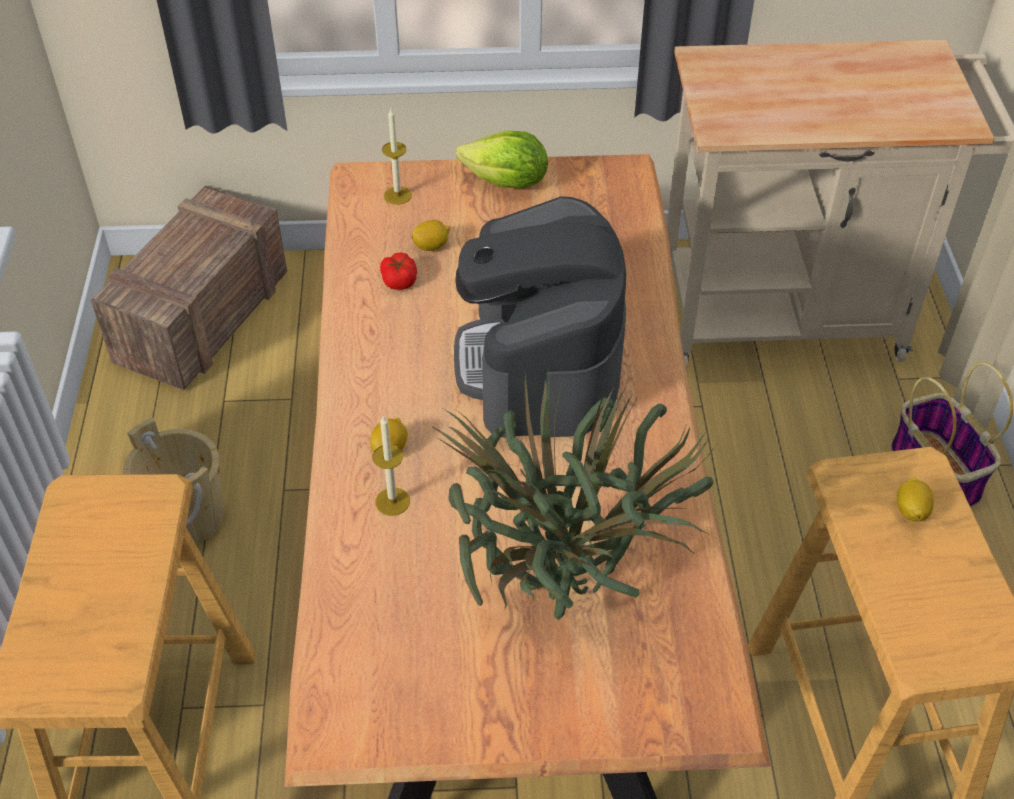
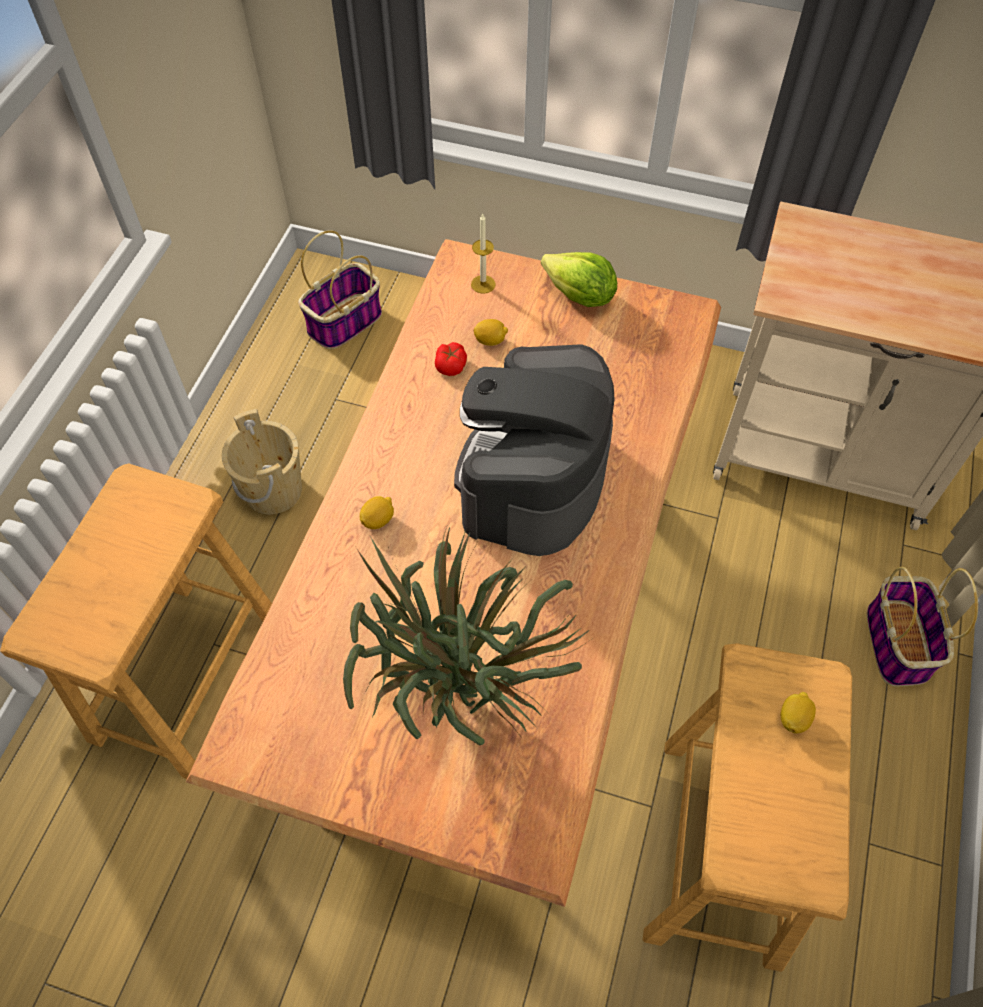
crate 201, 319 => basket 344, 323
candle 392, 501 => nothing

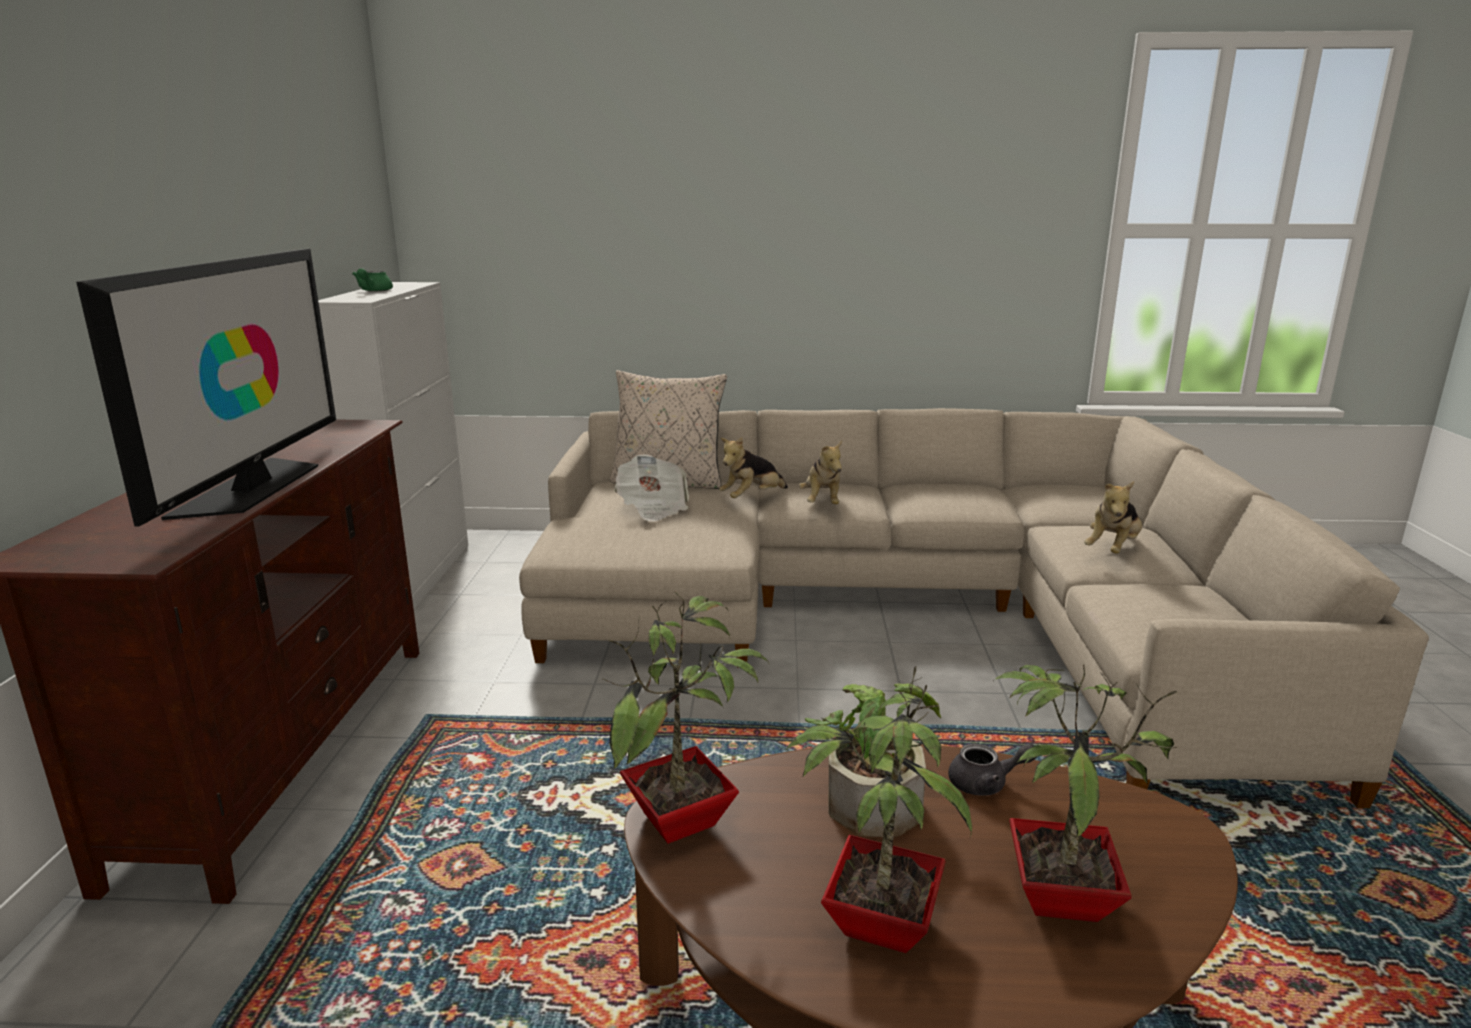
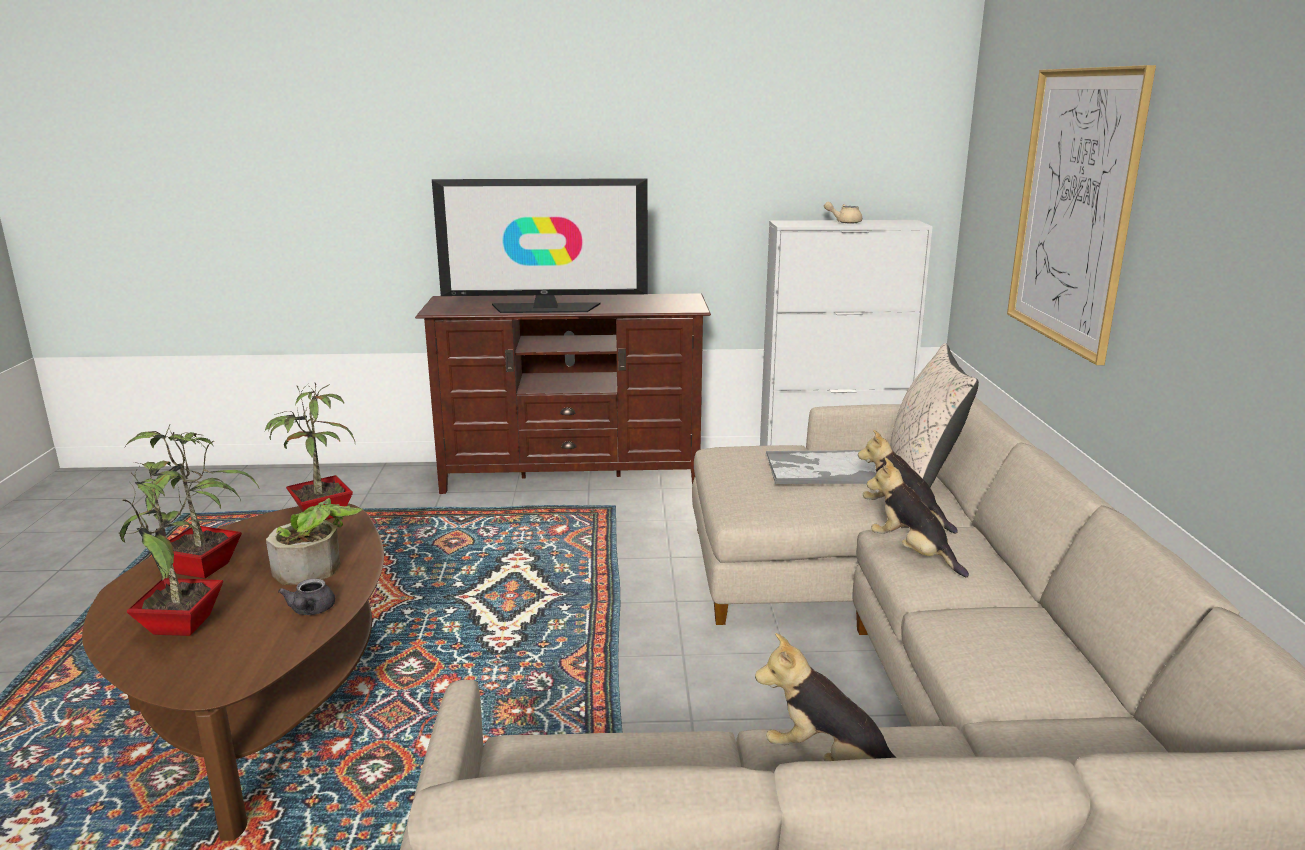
green teapot 374, 291 => beige teapot 844, 222
plush toy 822, 502 => plush toy 912, 553, 60 degrees clockwise
newspaper 653, 508 => tray 824, 469
nothing => picture 1073, 208

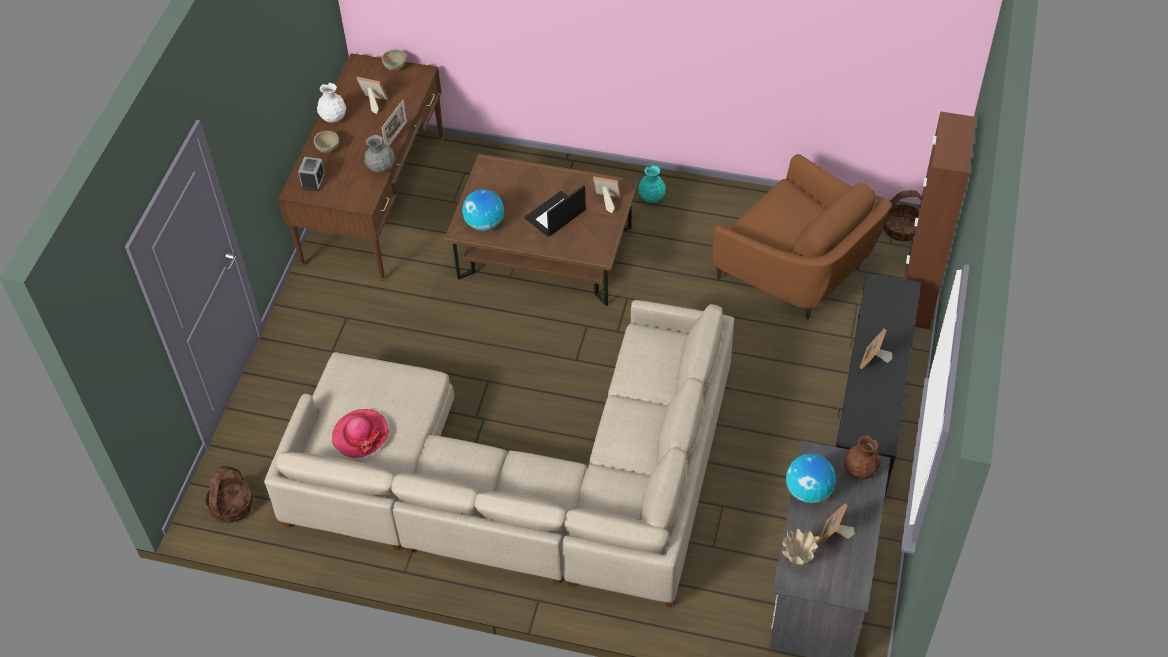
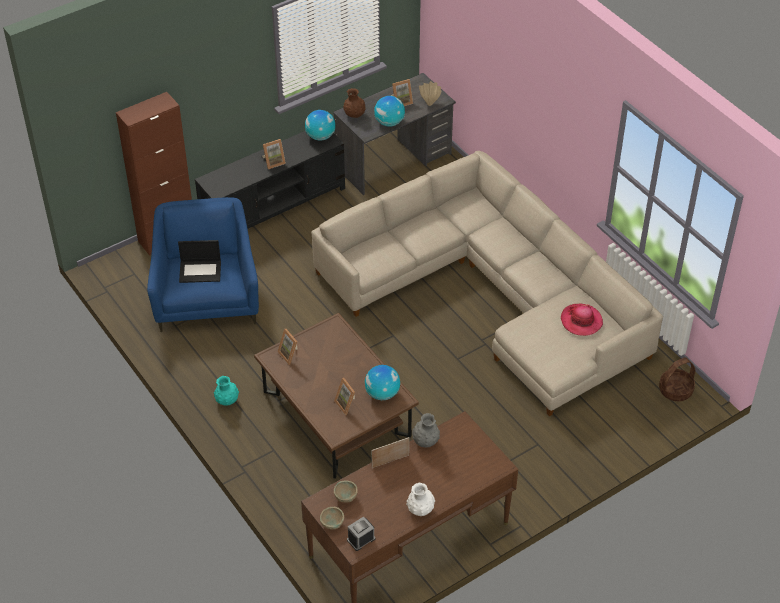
picture frame 373, 103 => picture frame 347, 404, shifted
beige bowl 327, 149 => beige bowl 346, 497, shifted
brown armchair 797, 271 => blue armchair 207, 295
alarm clock 313, 181 => alarm clock 361, 539, shifted
laptop 555, 215 => laptop 200, 271, shifted
basket 901, 229 => nothing
nothing => globe 320, 136

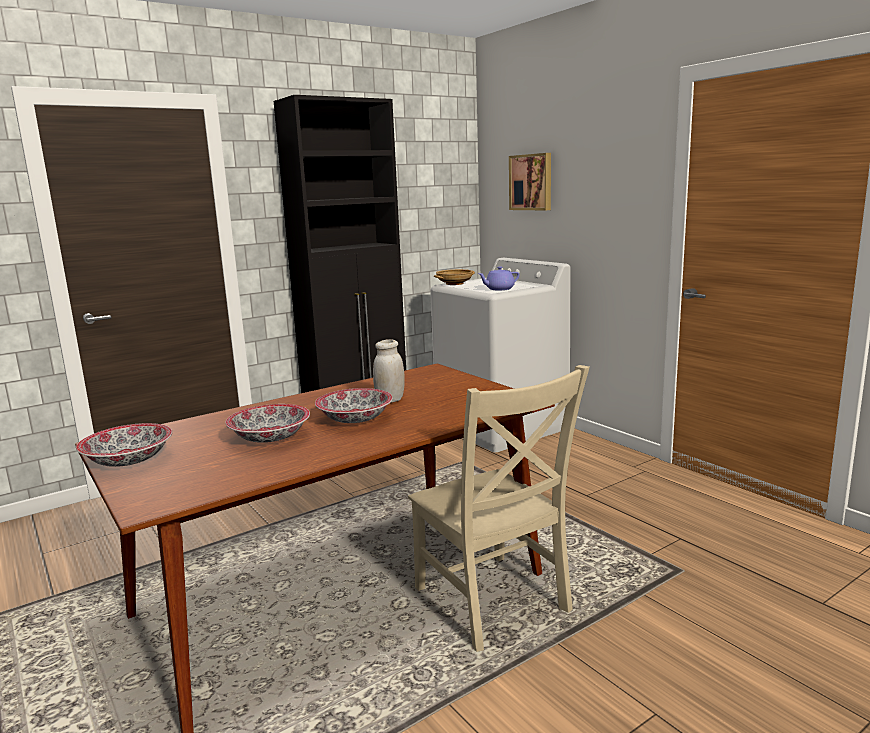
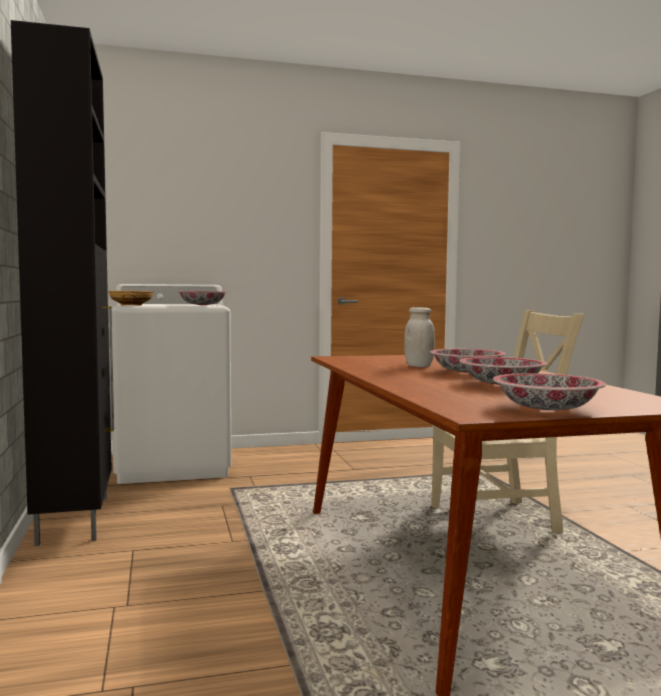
picture 531, 182 => nothing
purple teapot 499, 289 => bowl 203, 305

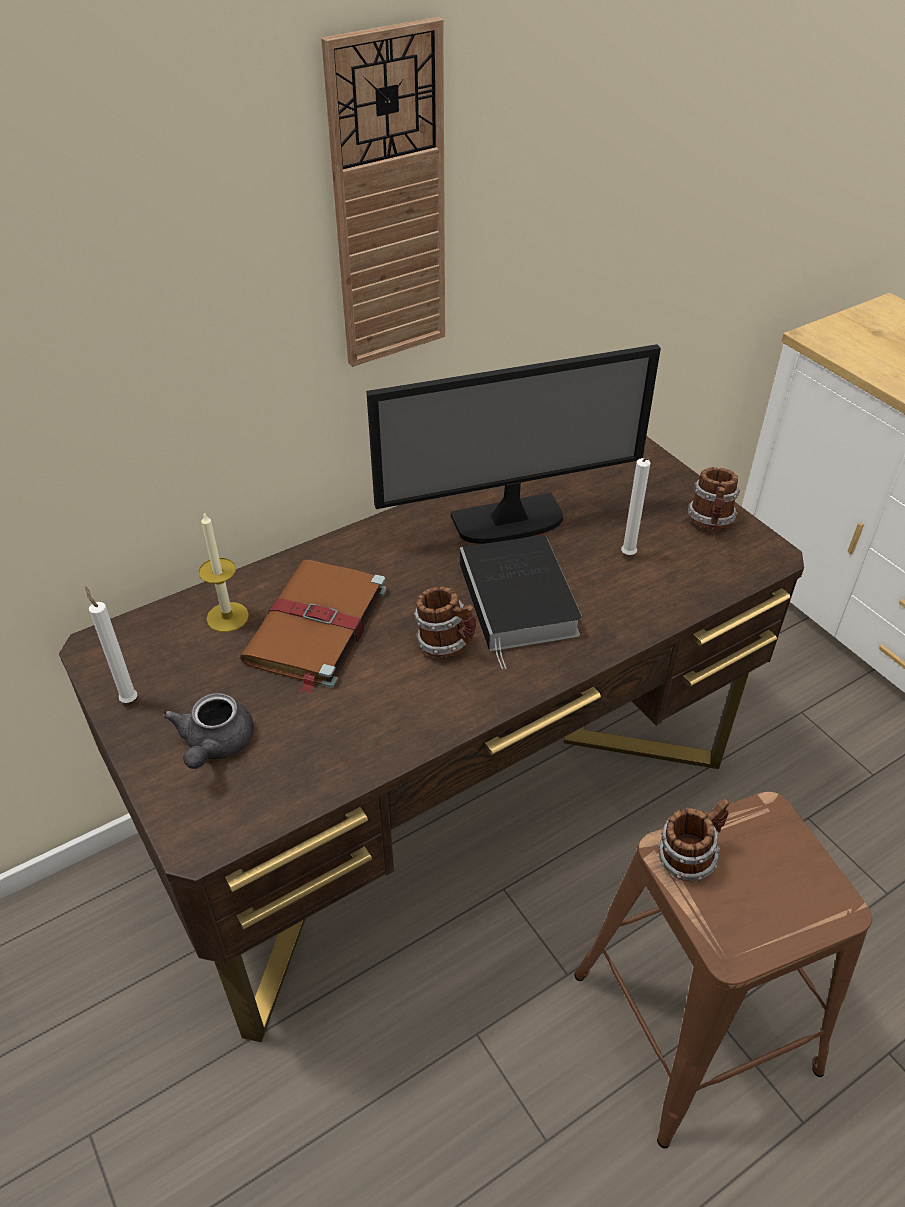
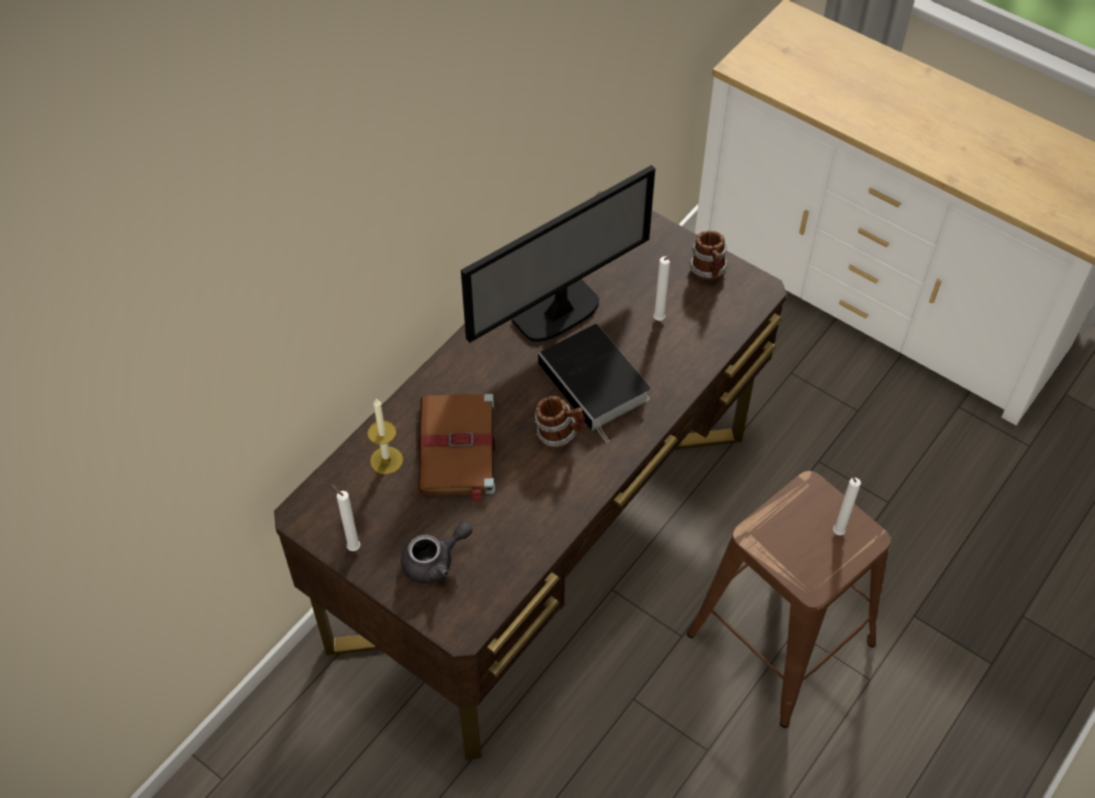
wall clock 388, 205 => nothing
grey teapot 215, 745 => grey teapot 435, 561, 105 degrees counterclockwise
mug 688, 857 => nothing
nothing => white candle 836, 531

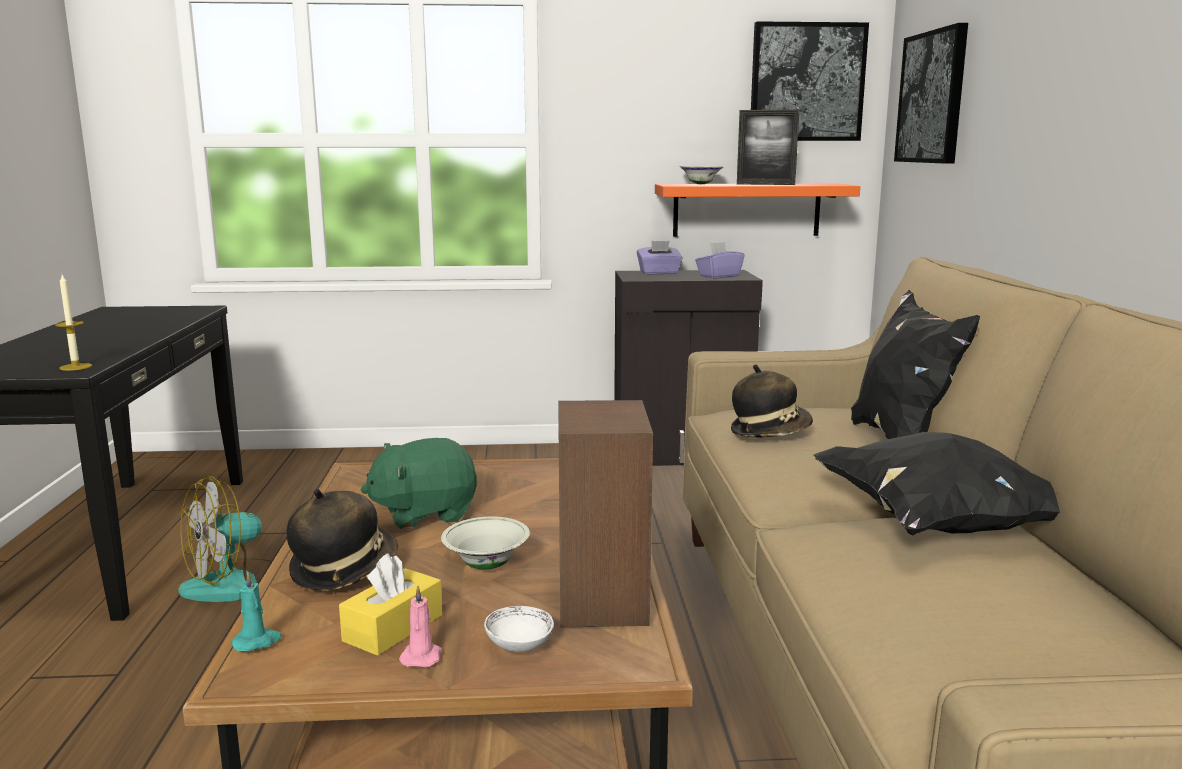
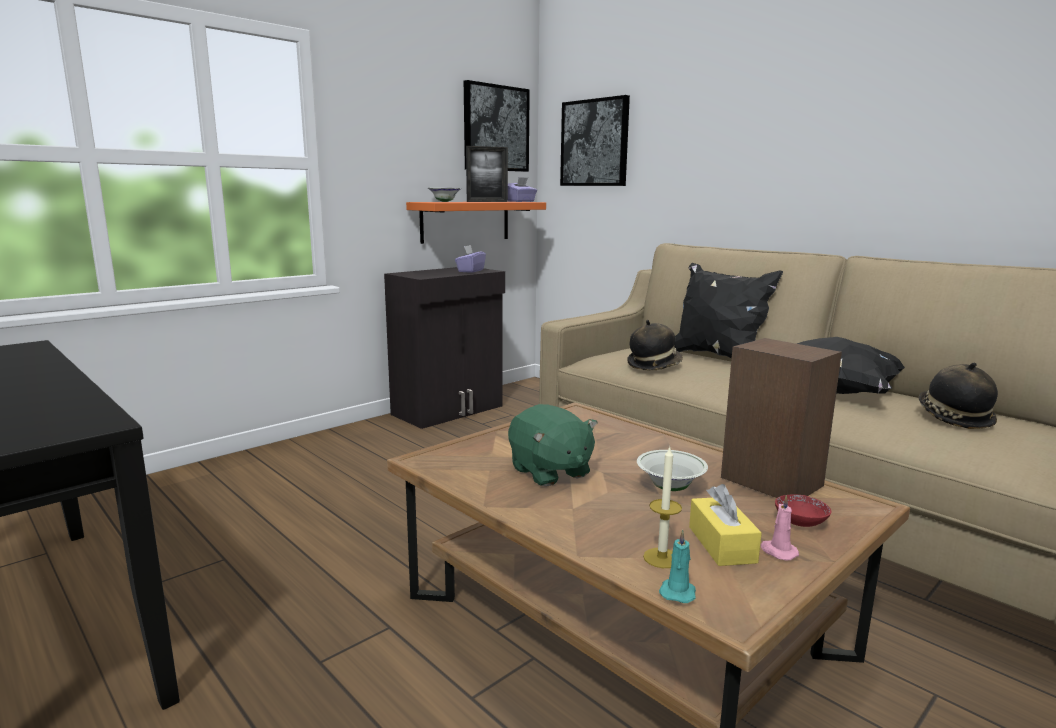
purple tissue box 659, 273 => purple tissue box 521, 201, shifted
candle 75, 367 => candle 662, 558, shifted
green plush toy 424, 513 => green plush toy 549, 472, 60 degrees counterclockwise
fan 238, 584 => nothing
hat 344, 569 => hat 953, 418, shifted
white bowl 519, 645 => red bowl 800, 522

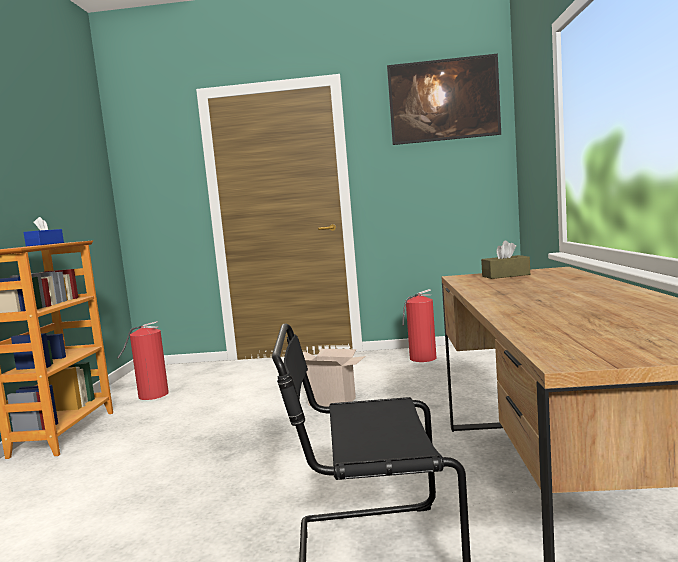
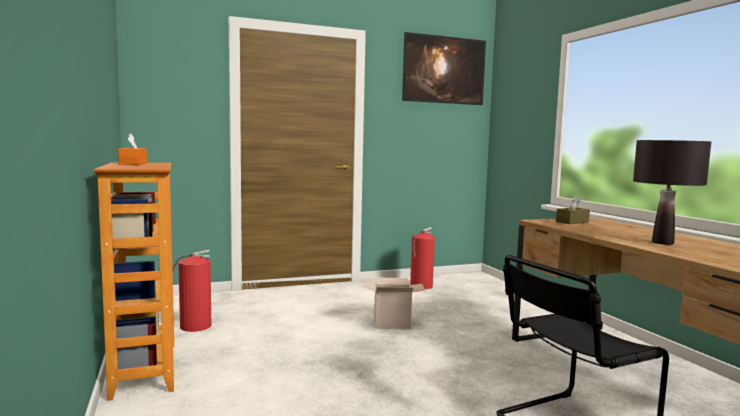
blue tissue box 45, 244 => orange tissue box 133, 163
nothing => black table lamp 662, 242

